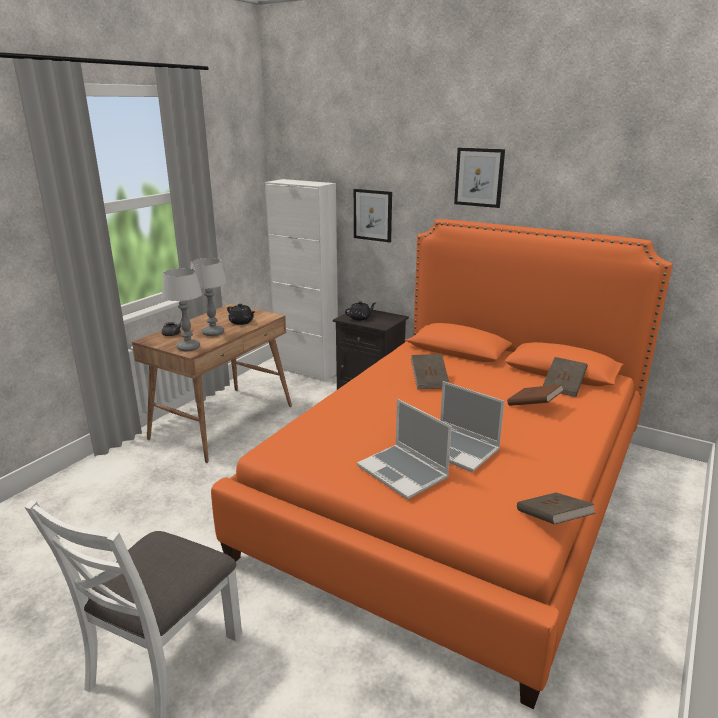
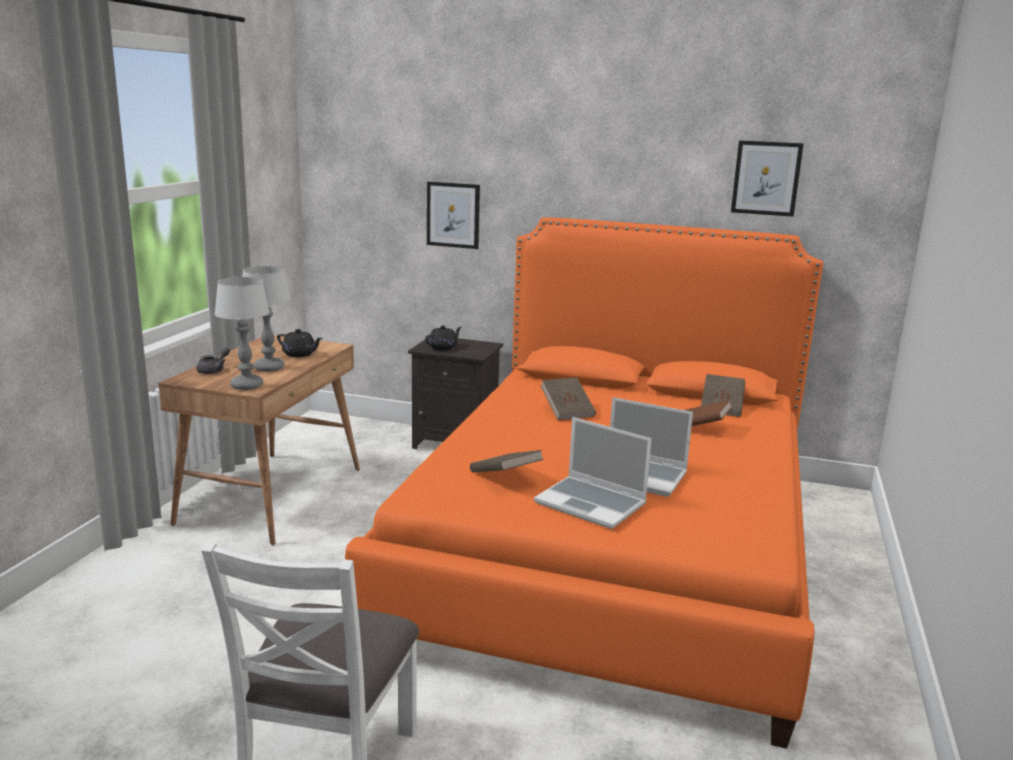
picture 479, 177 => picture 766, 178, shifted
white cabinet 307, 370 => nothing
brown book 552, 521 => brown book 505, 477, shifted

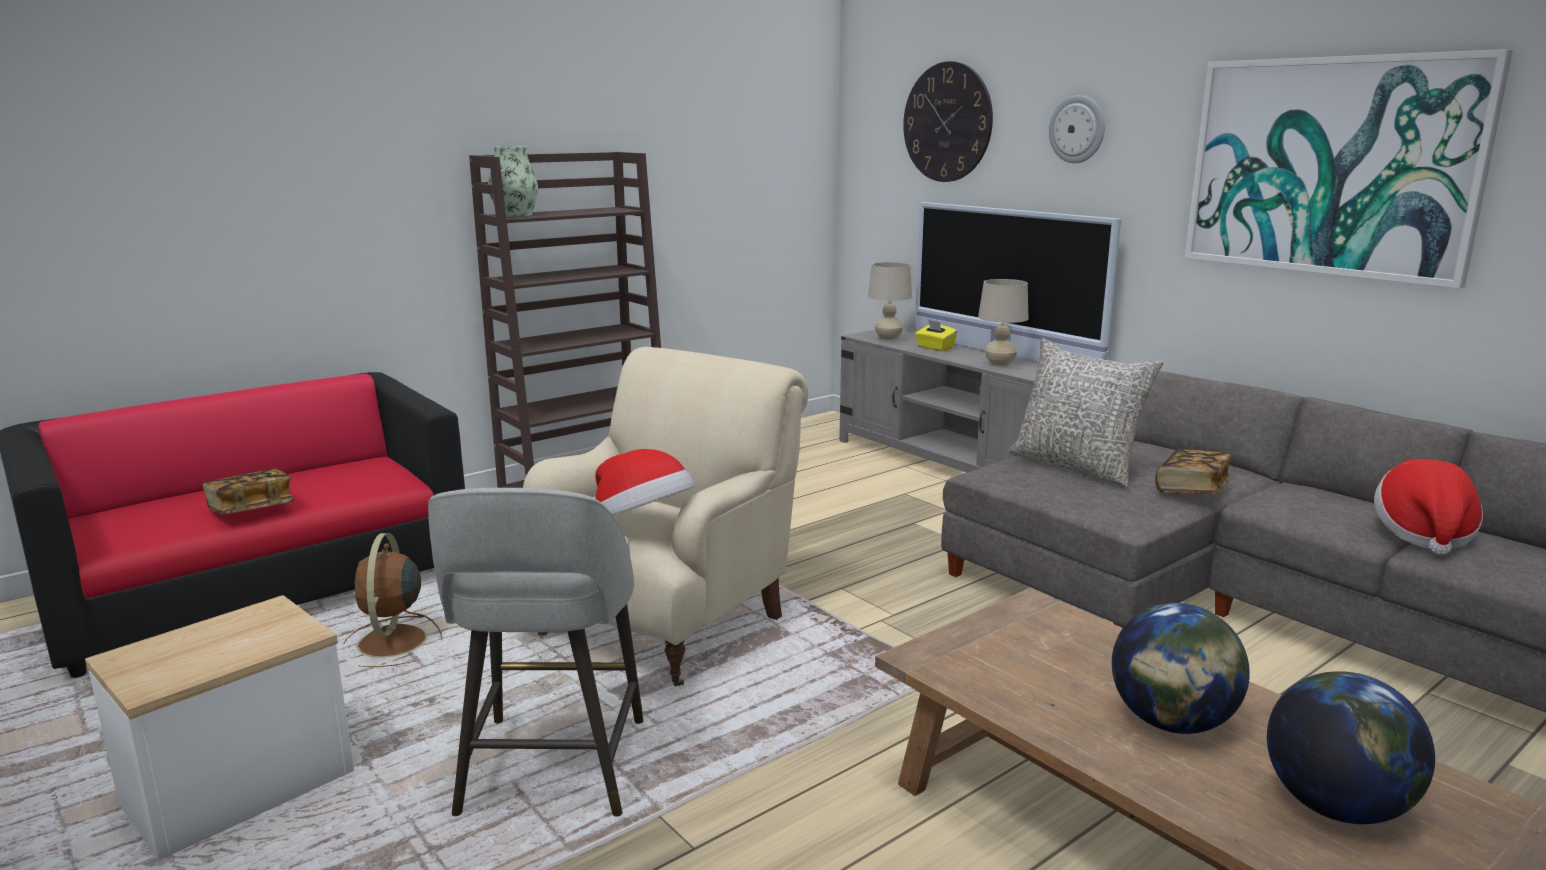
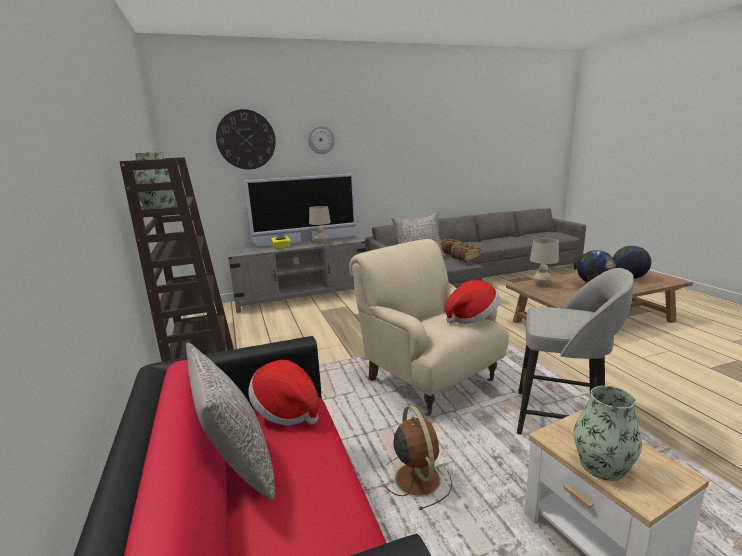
picture 1331, 166 => nothing
beige table lamp 888, 338 => beige table lamp 542, 285, shifted
hat 1422, 534 => hat 286, 411, shifted
book 251, 509 => book 466, 259, shifted
brown fan 391, 644 => brown fan 416, 478, 120 degrees counterclockwise
nothing => grey pillow 236, 463
nothing => vase 602, 465

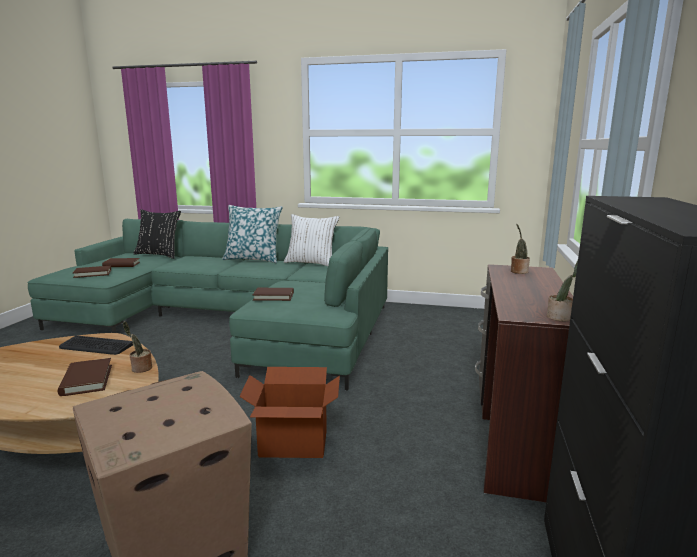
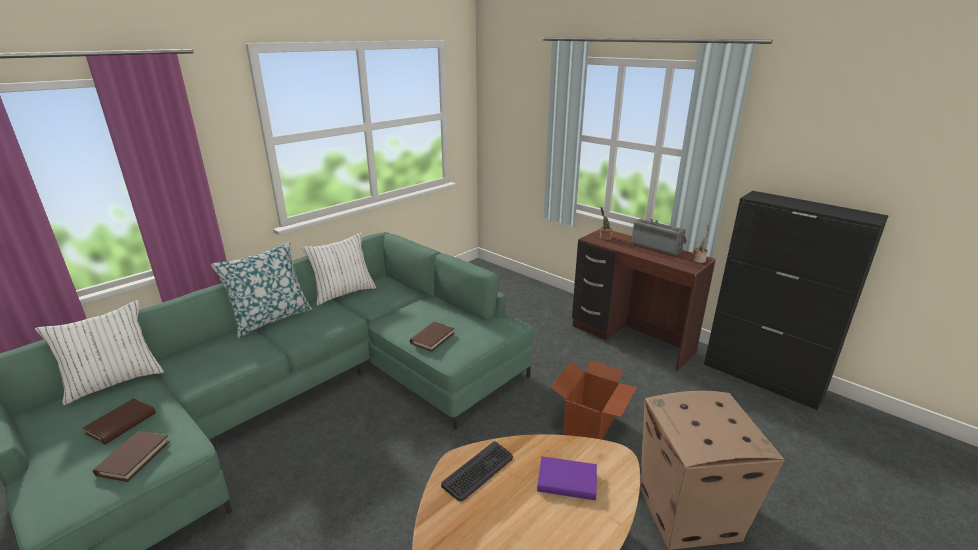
black pillow 159, 255 => white pillow 114, 382
potted plant 140, 369 => nothing
brown book 86, 380 => purple book 567, 481
nothing => radio 657, 247

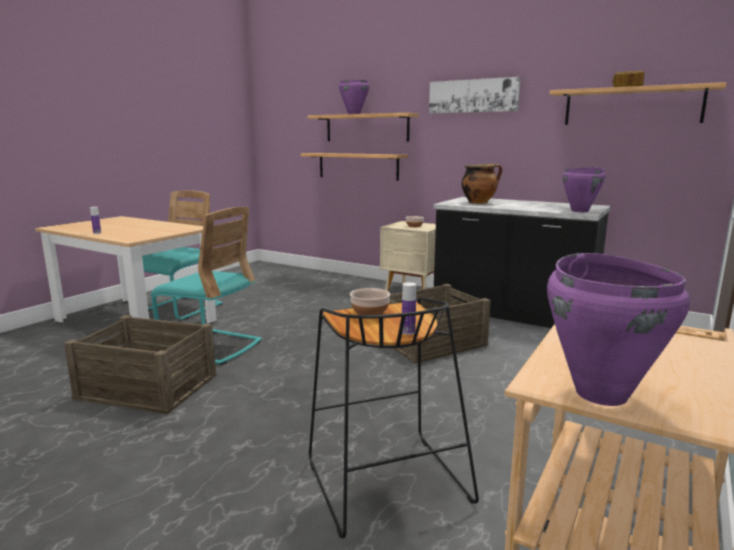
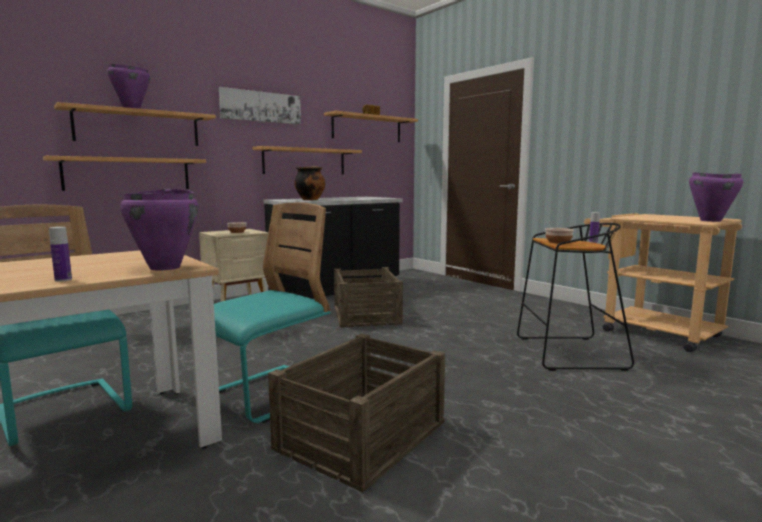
purple cooking pot 580, 211 => purple cooking pot 165, 267, shifted
nothing => shelf 304, 161

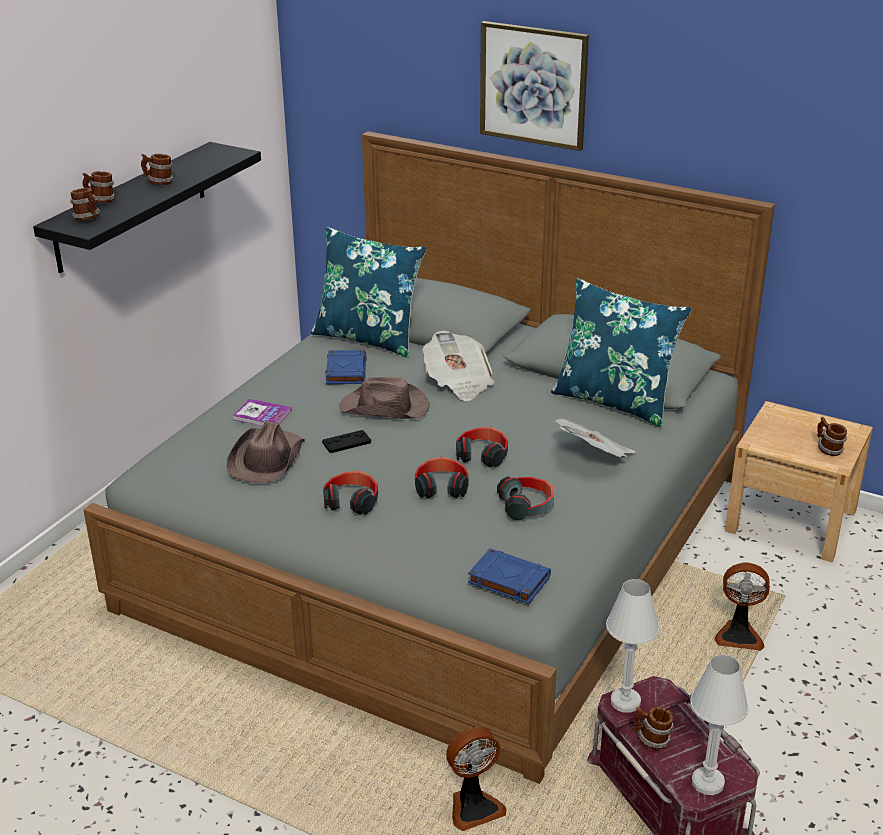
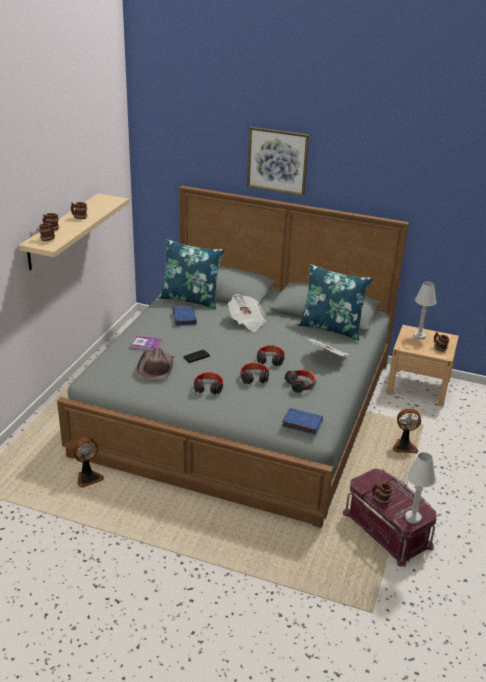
black shelf 131, 206 => beige shelf 62, 231
brown hat 385, 408 => nothing
white table lamp 625, 702 => white table lamp 419, 336, shifted
fan 474, 807 => fan 88, 478, shifted

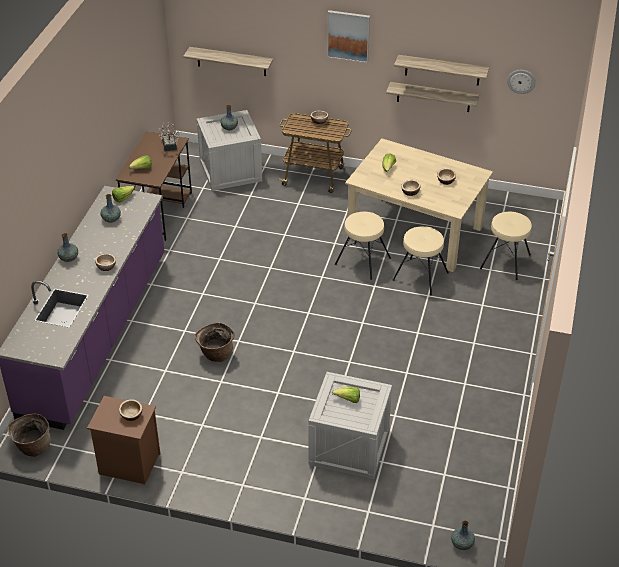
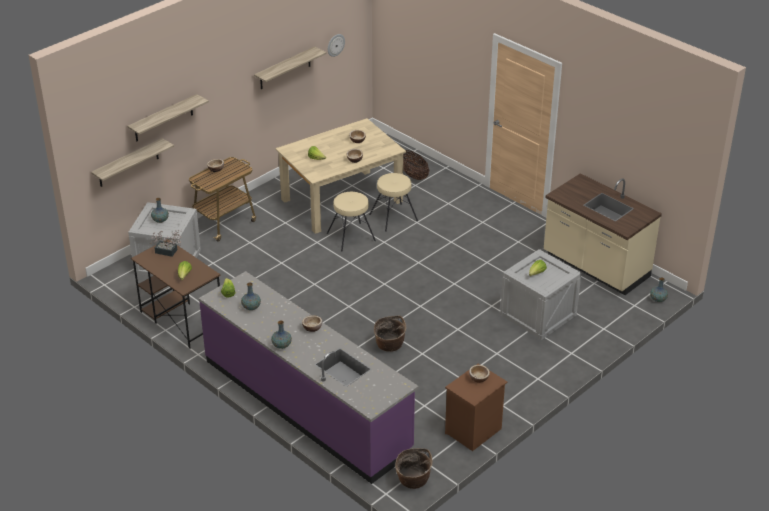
picture 348, 36 => nothing
shelf 433, 97 => shelf 163, 118, shifted
beige stool 506, 261 => basket 413, 175
nothing => beige counter 595, 266

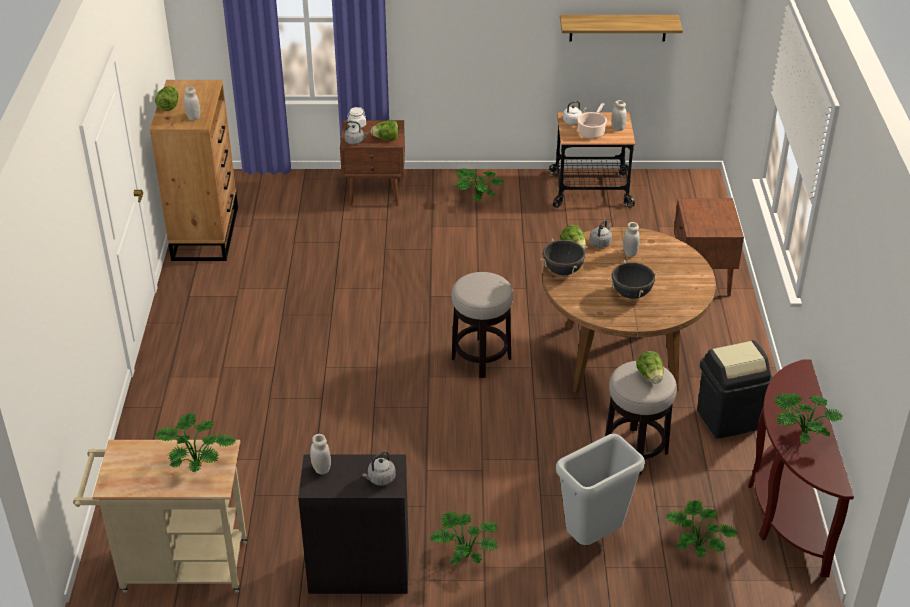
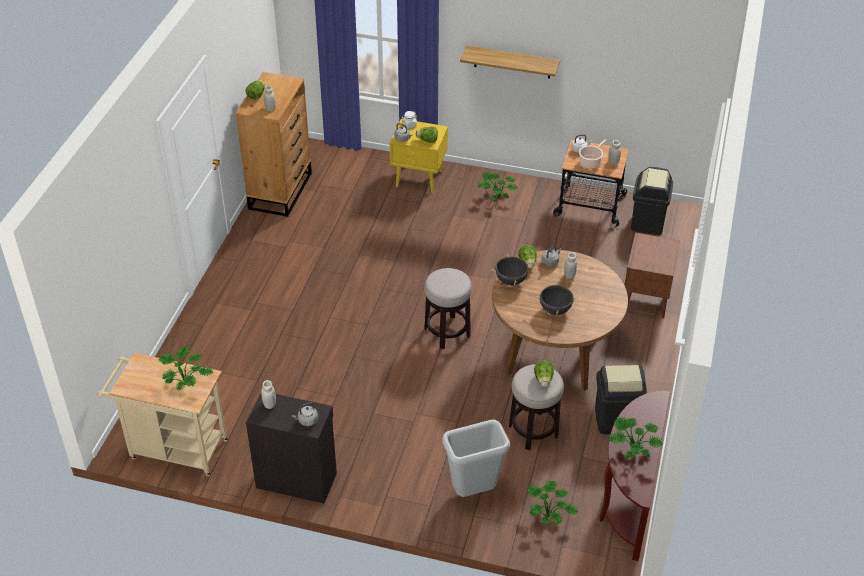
shelf 618, 27 => shelf 512, 62, shifted
brown nightstand 376, 193 => yellow nightstand 419, 179
potted plant 465, 554 => nothing
nothing => black trash can 648, 222

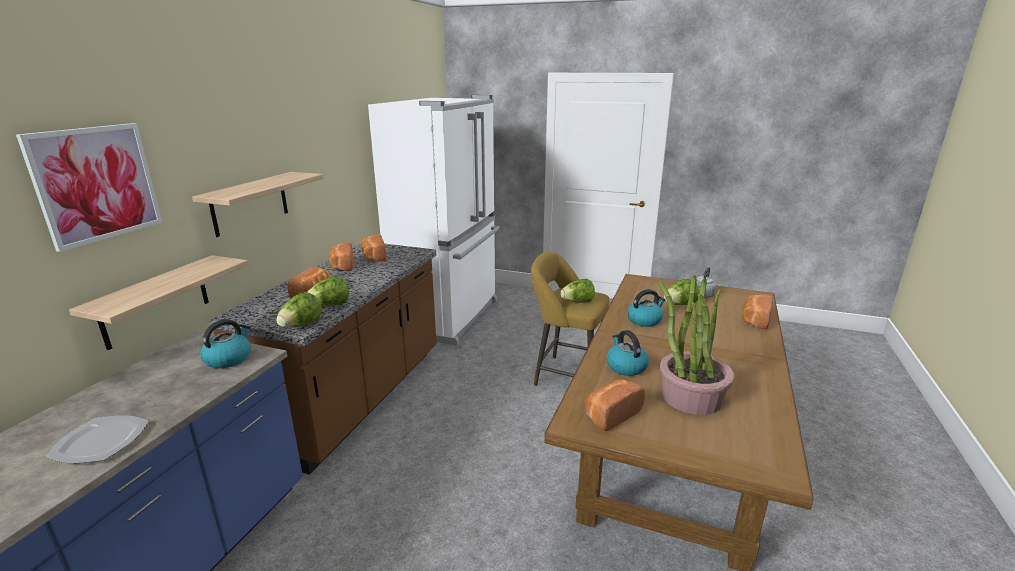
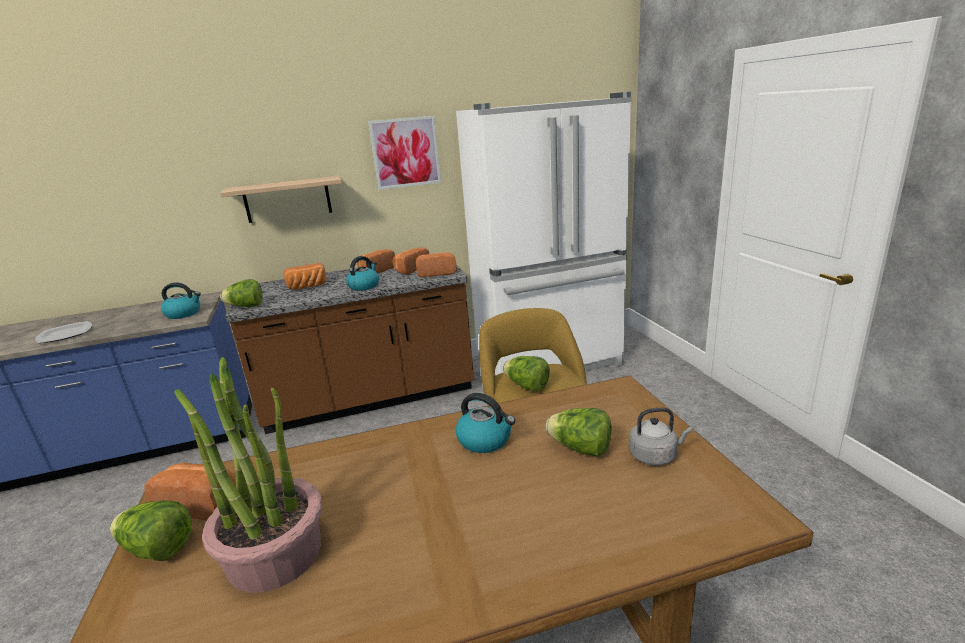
picture 96, 184 => picture 405, 152, shifted
shelf 155, 301 => nothing
lettuce 330, 305 => lettuce 158, 549, shifted
bread 754, 320 => bread 436, 273, shifted
kettle 625, 366 => kettle 364, 286, shifted

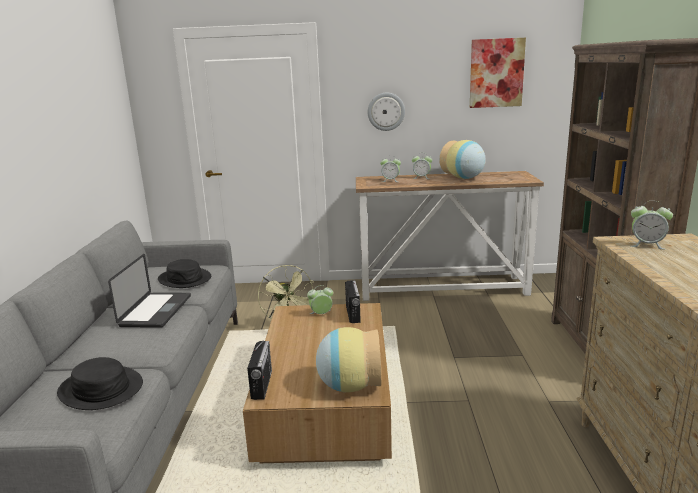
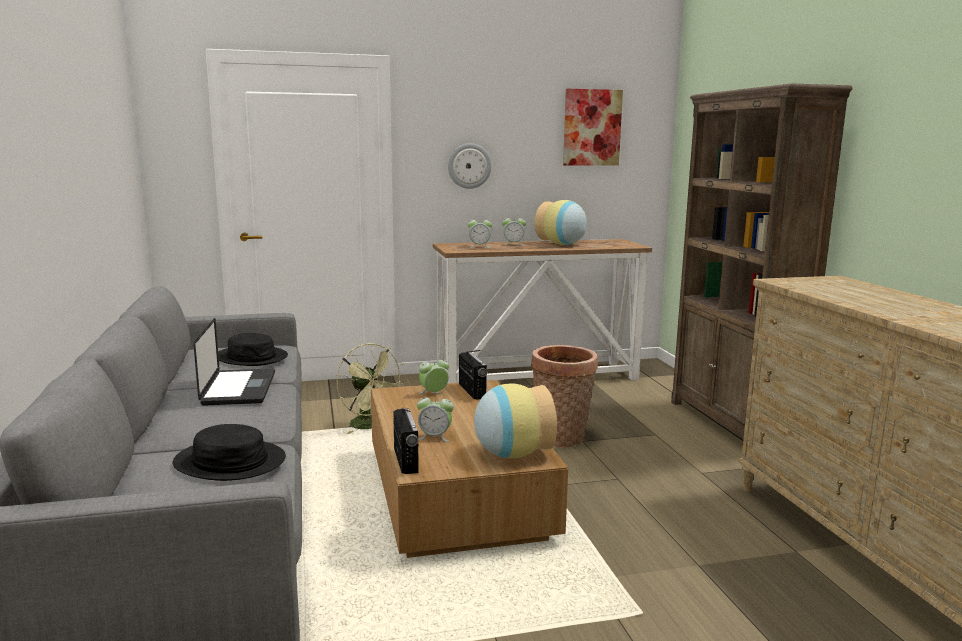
alarm clock 647, 245 => alarm clock 435, 437, shifted
nothing => basket 561, 439

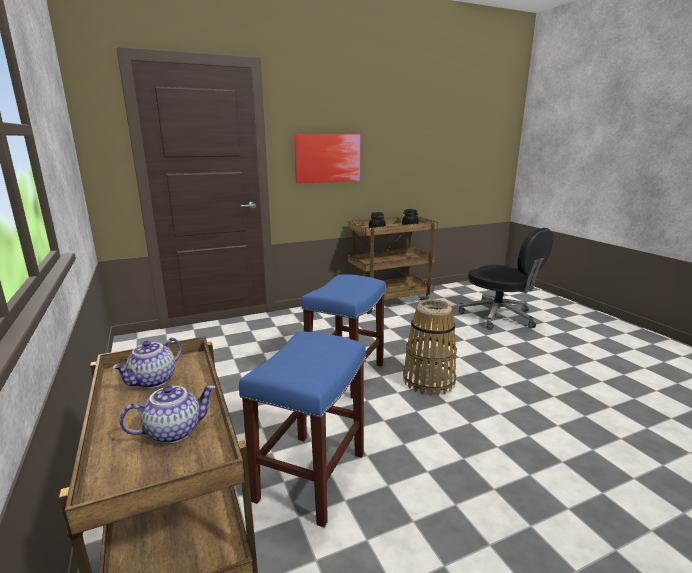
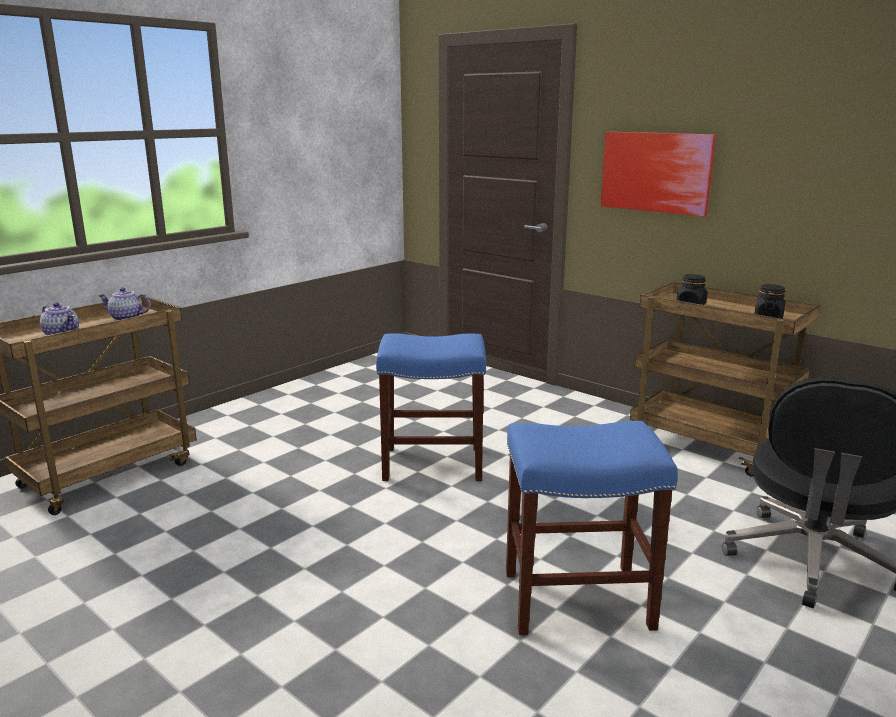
basket 429, 381 => nothing
blue stool 311, 477 => blue stool 575, 600, shifted

